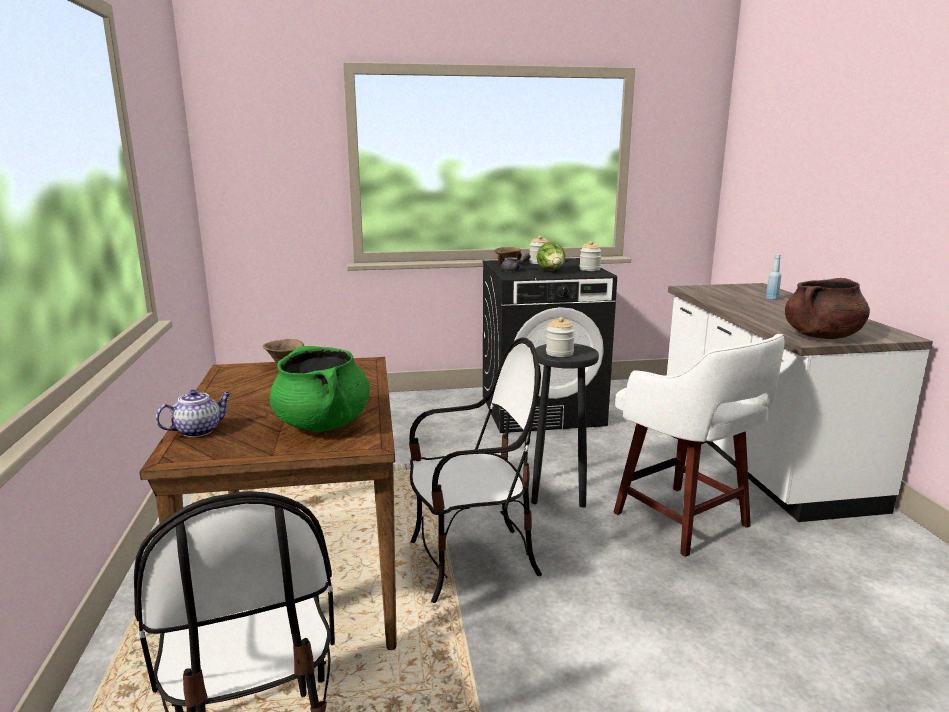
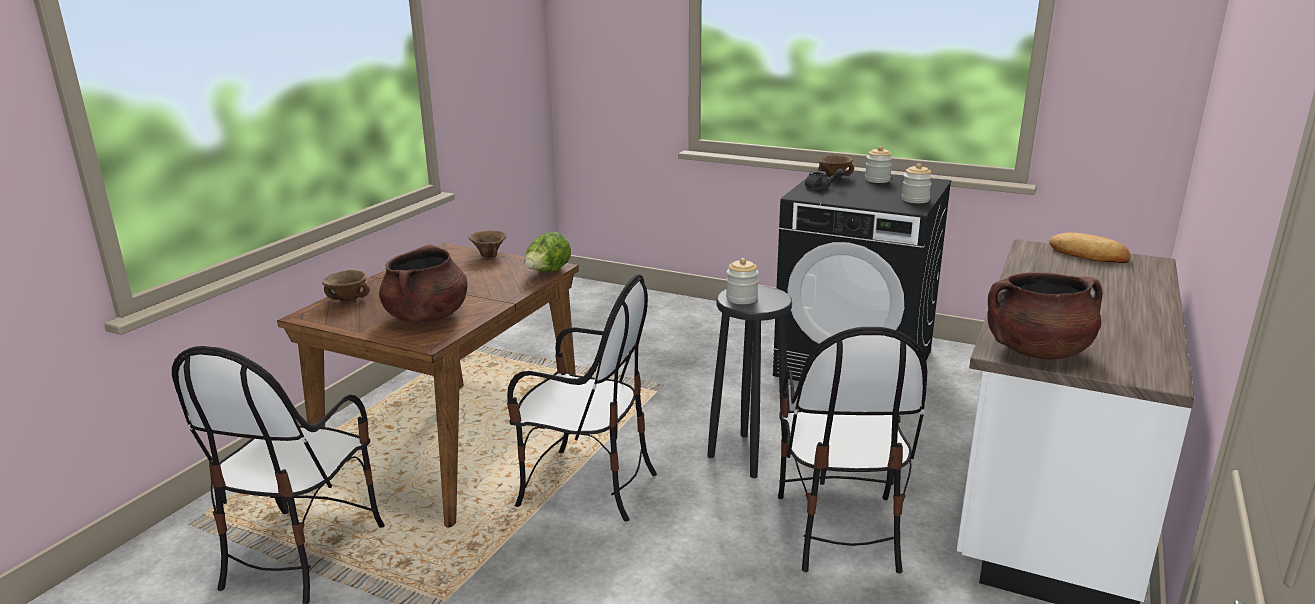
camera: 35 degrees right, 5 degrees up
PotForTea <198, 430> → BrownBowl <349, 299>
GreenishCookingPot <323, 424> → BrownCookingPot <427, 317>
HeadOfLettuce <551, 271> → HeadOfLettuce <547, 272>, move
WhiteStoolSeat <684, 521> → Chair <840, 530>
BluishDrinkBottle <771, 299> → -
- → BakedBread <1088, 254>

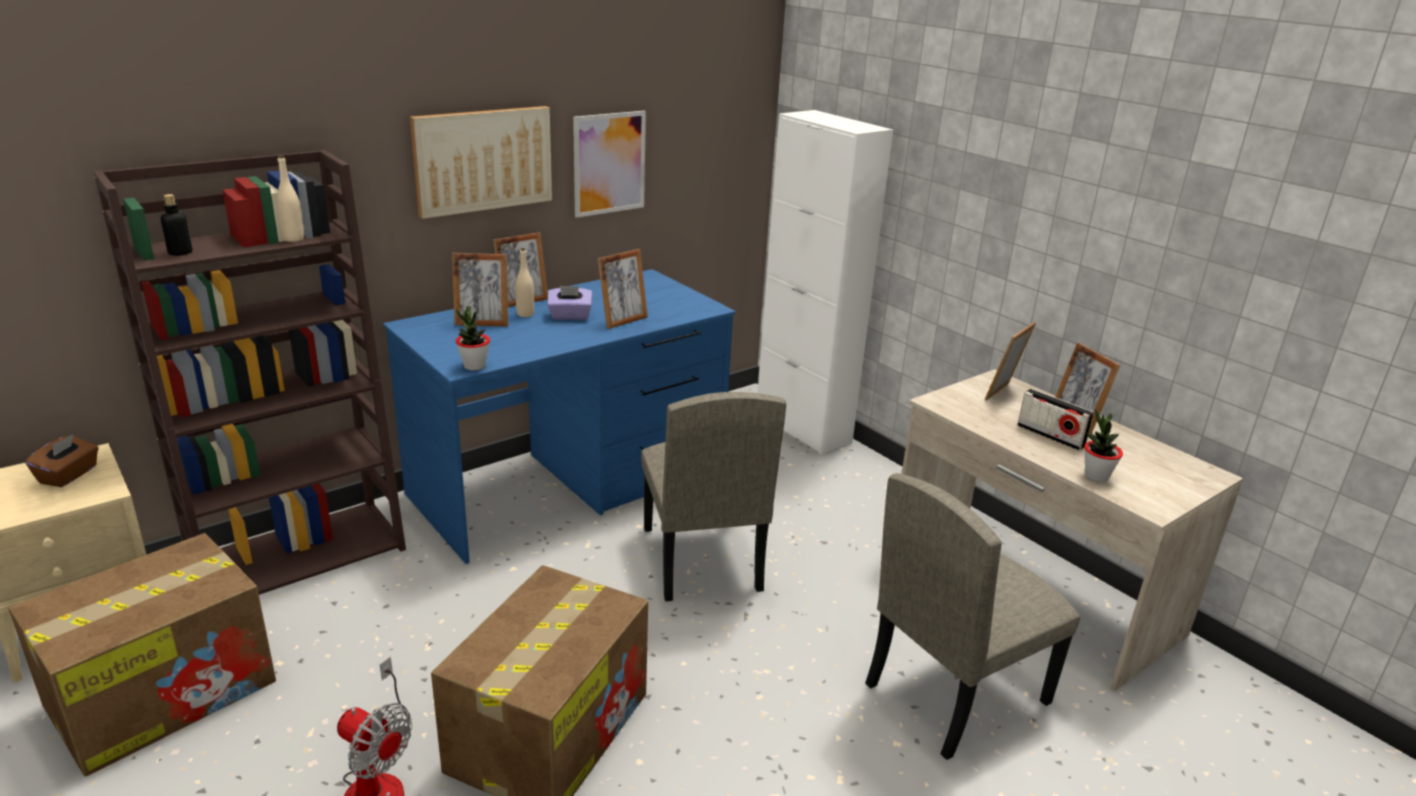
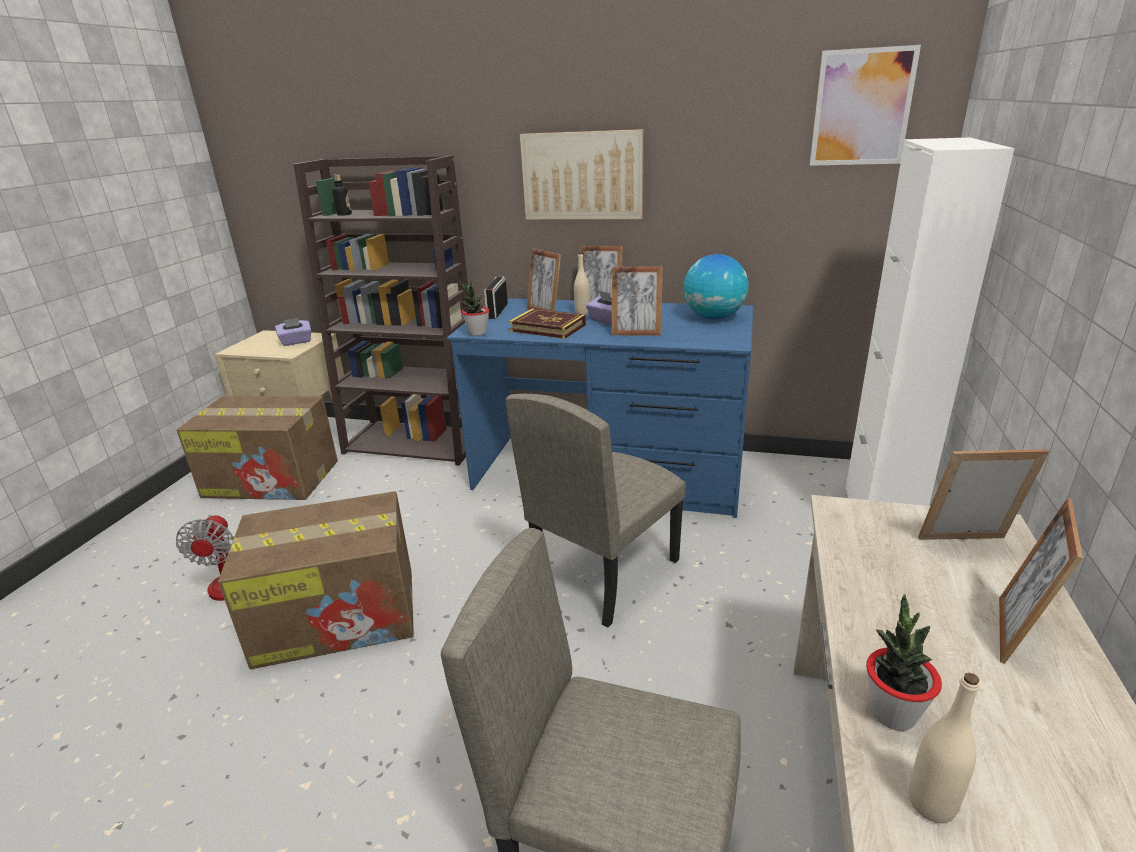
camera: 55 degrees right, 0 degrees up
BrownBoxOfTissues <69, 475> → PurpleBoxOfTissues <296, 342>
BeigeDrinkBottle <293, 239> → BeigeDrinkBottle <931, 804>, move
Picture <609, 163> → Picture <862, 108>, move
RadioSet <1050, 436> → RadioSet <497, 311>, move
- → Volume <547, 328>
- → WorldGlobe <713, 317>

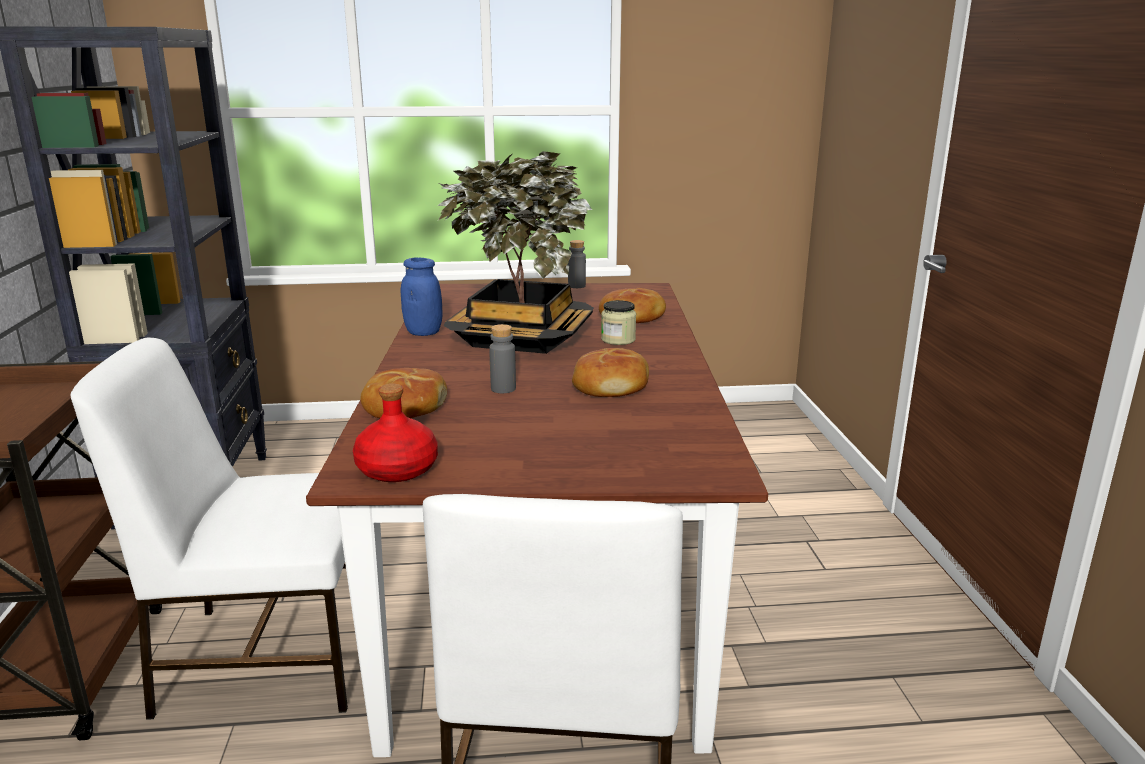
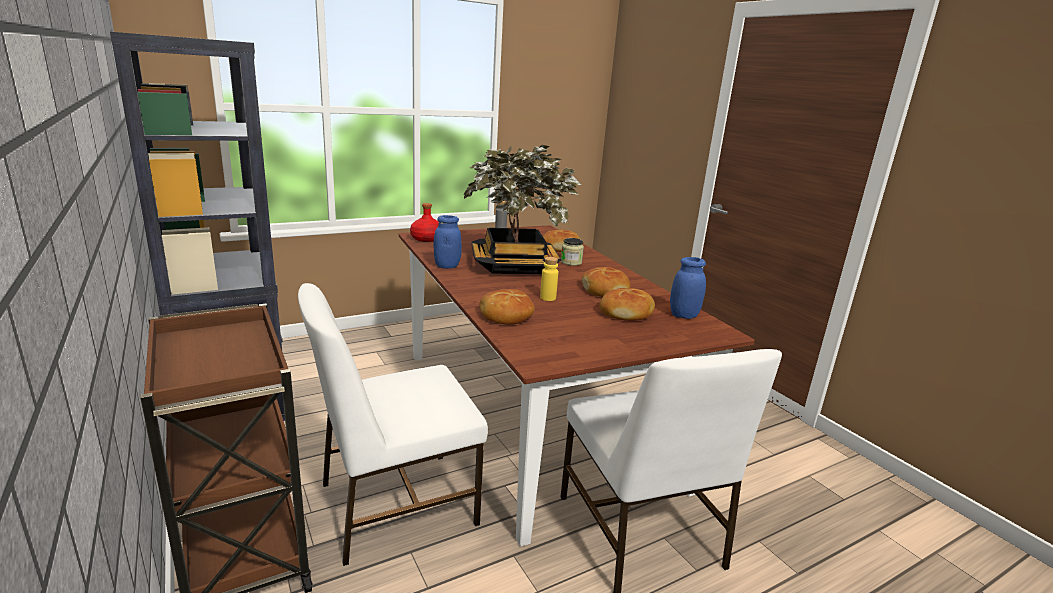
camera: 25 degrees left, 0 degrees up
RedDrinkBottle <397, 469> → RedDrinkBottle <426, 238>, move
GrayDrinkBottle <503, 389> → YellowColouredDrinkBottle <548, 298>
- → BakedBread <626, 313>
- → BluishStorageJar <683, 315>

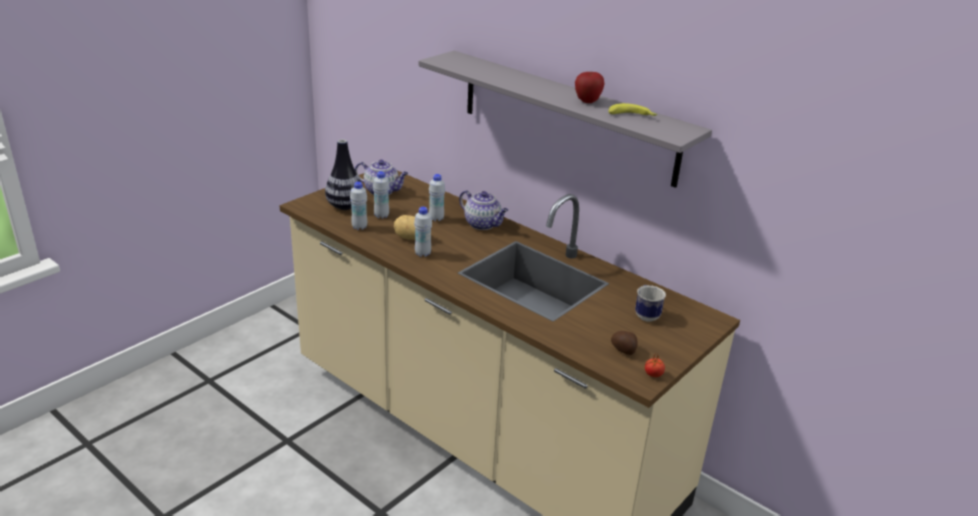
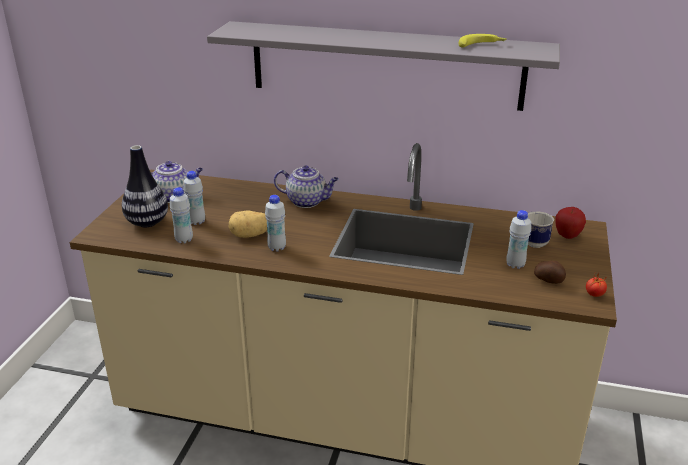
camera: 25 degrees left, 0 degrees up
WhiteDrinkBottle <436, 218> → WhiteDrinkBottle <515, 265>, move
AppleFruit <587, 101> → AppleFruit <567, 236>, move

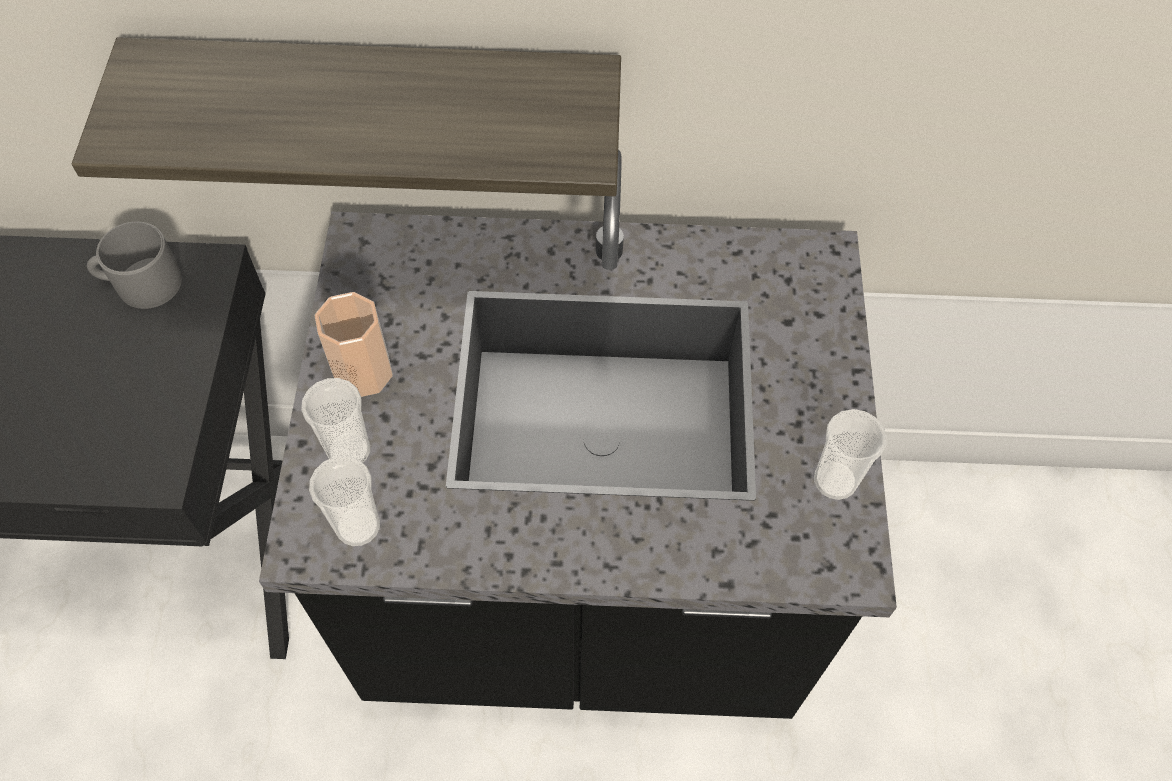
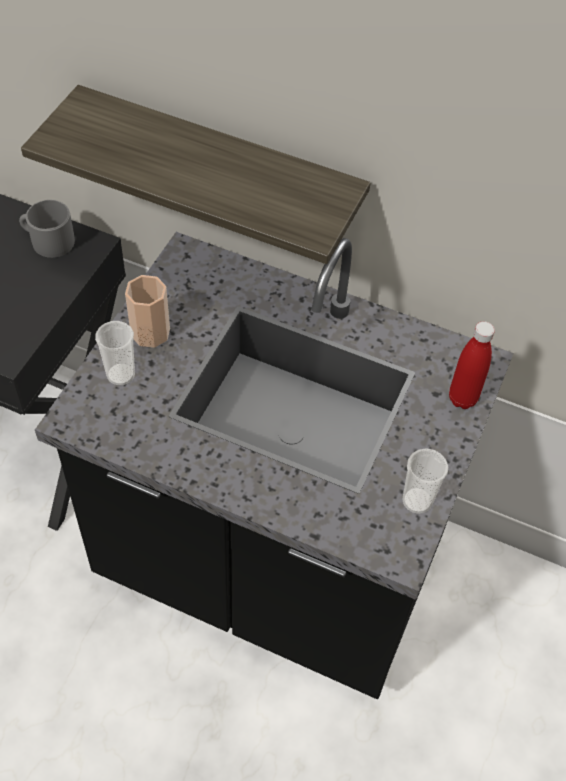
camera: 20 degrees right, 5 degrees down
DrinkingCup <358, 526> → -
- → RedDrinkBottle <462, 398>

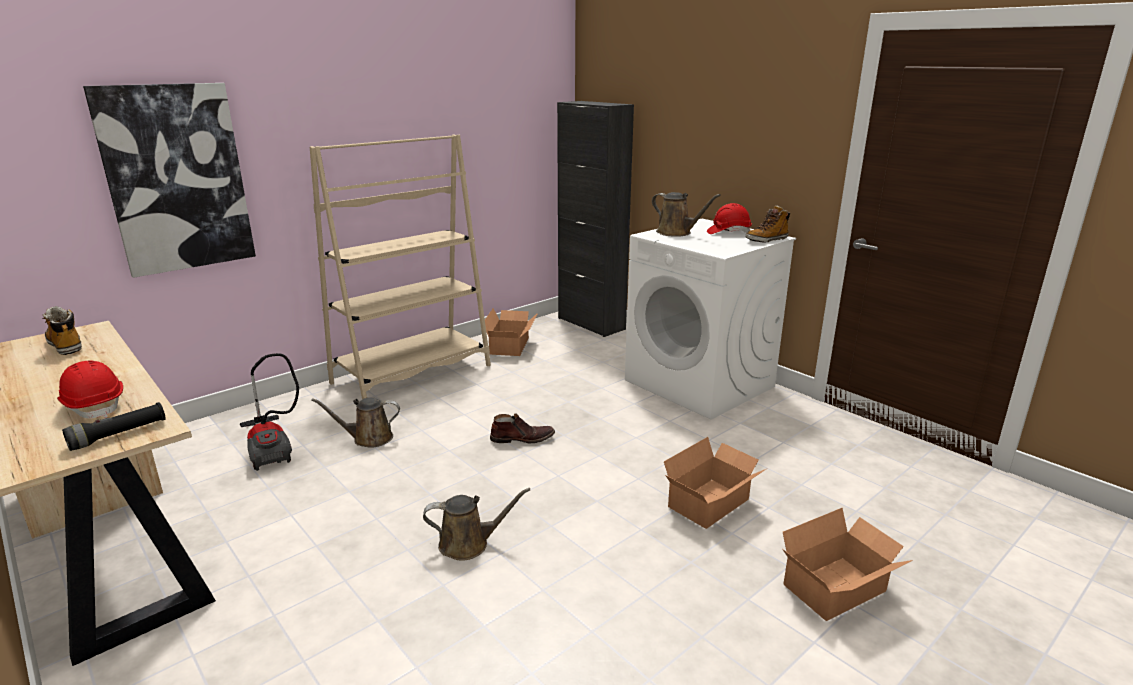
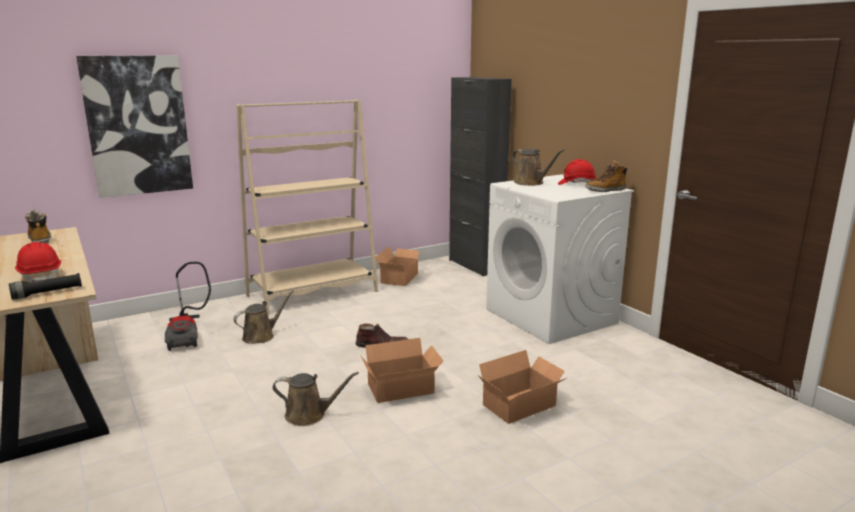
camera: 10 degrees right, 5 degrees down
BrownWateringCan <368, 438> → BrownWateringCan <261, 336>, 135 degrees clockwise
CardboardBox <839, 589> → CardboardBox <403, 389>, move

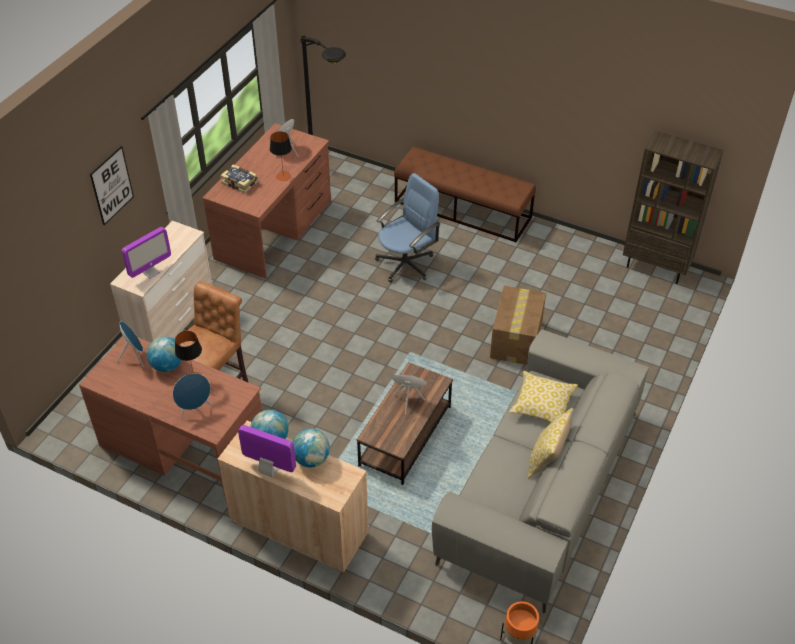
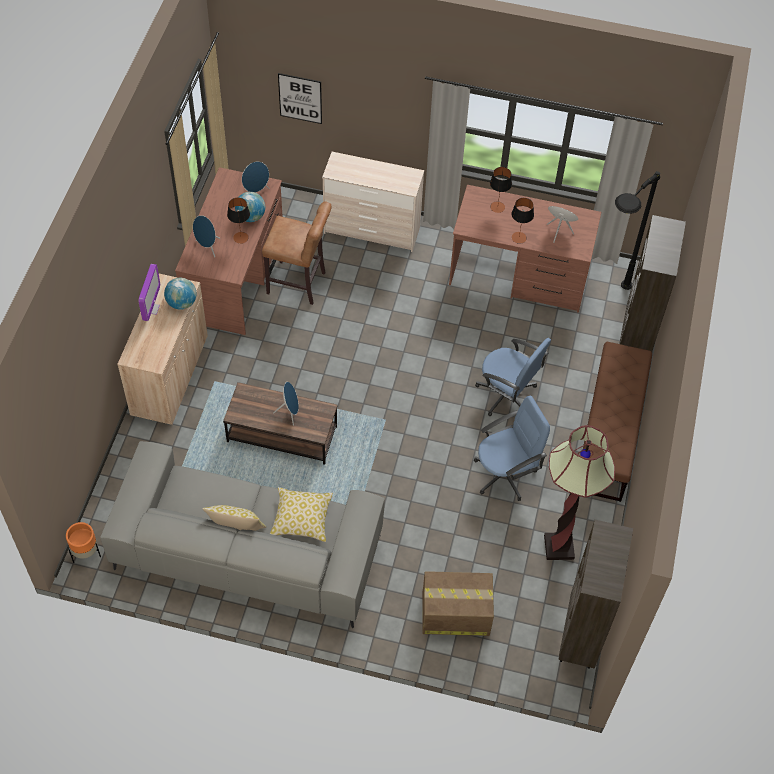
camera: 75 degrees right, 10 degrees up
Picture <112, 185> → Picture <300, 98>, move
ComputerDisplay <150, 272> → -
Volume <240, 183> → TabletopLamp <497, 207>
WorldGlobe <311, 459> → -
CardboardBox <516, 340> → CardboardBox <454, 613>, move
- → BluishComputerChair <505, 474>
- → FloorLamp <558, 547>
- → BrownBookshelf <635, 341>

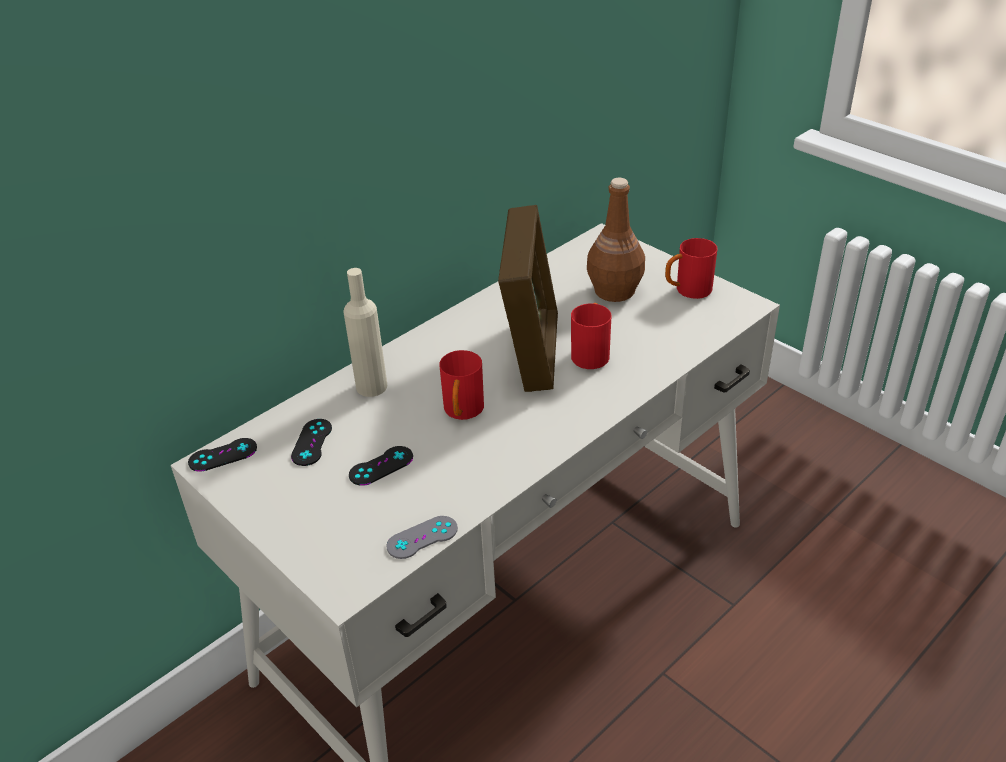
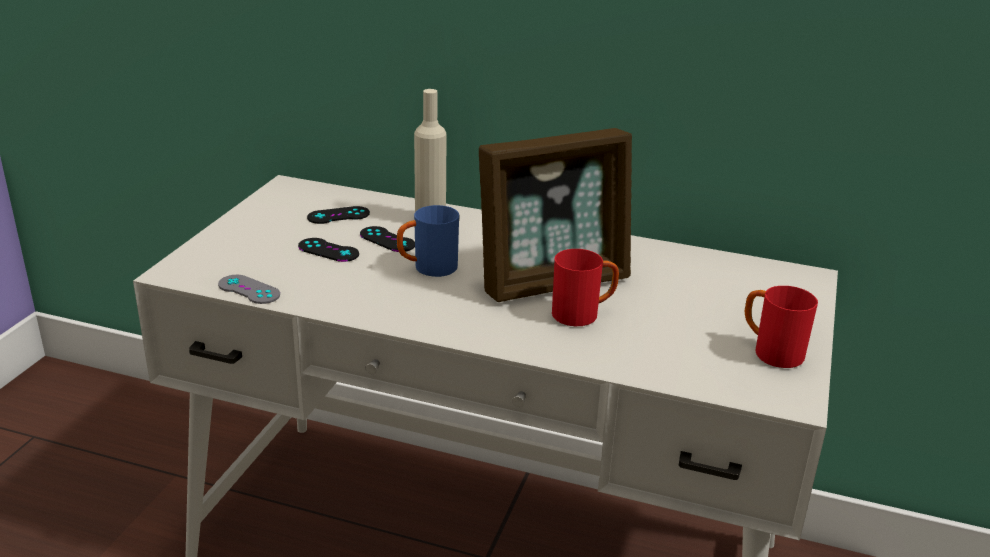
camera: 60 degrees right, 10 degrees down
BlackGameController <223, 455> → BlackGameController <387, 239>, move
RedMug <462, 413> → BluishMug <427, 269>
BrownDrinkBottle <614, 291> → -

